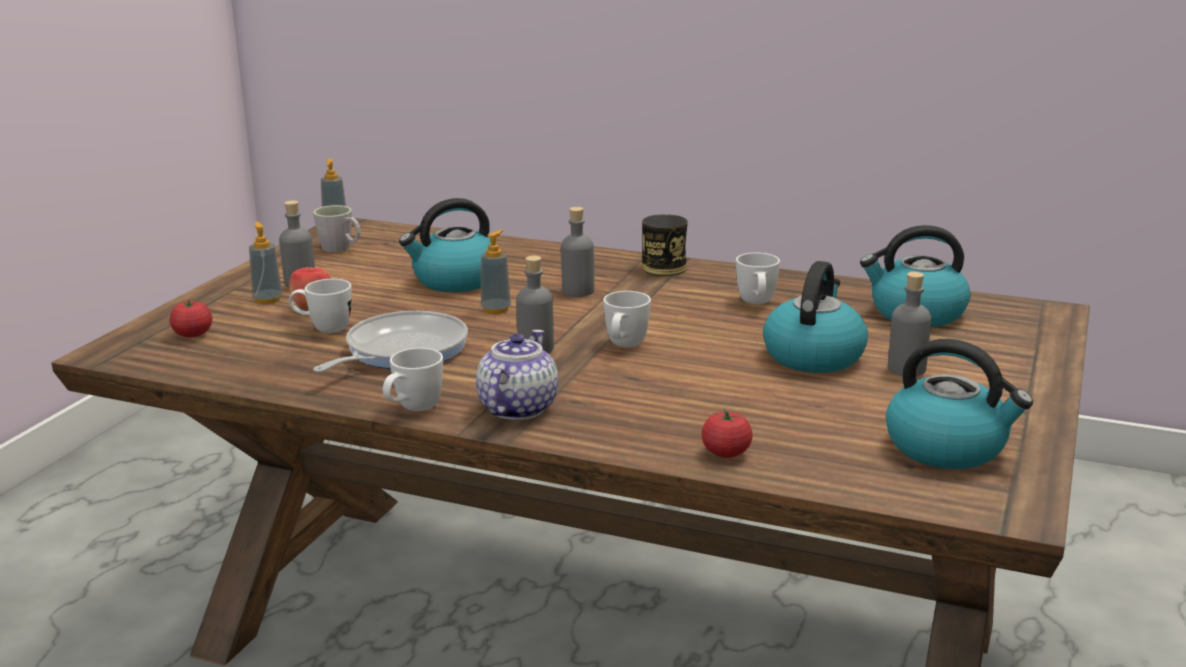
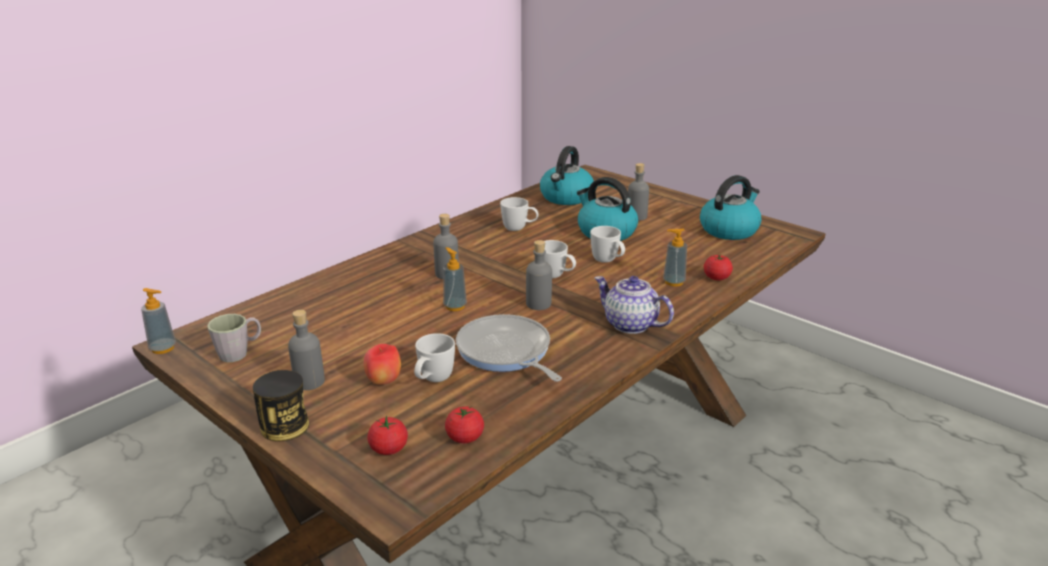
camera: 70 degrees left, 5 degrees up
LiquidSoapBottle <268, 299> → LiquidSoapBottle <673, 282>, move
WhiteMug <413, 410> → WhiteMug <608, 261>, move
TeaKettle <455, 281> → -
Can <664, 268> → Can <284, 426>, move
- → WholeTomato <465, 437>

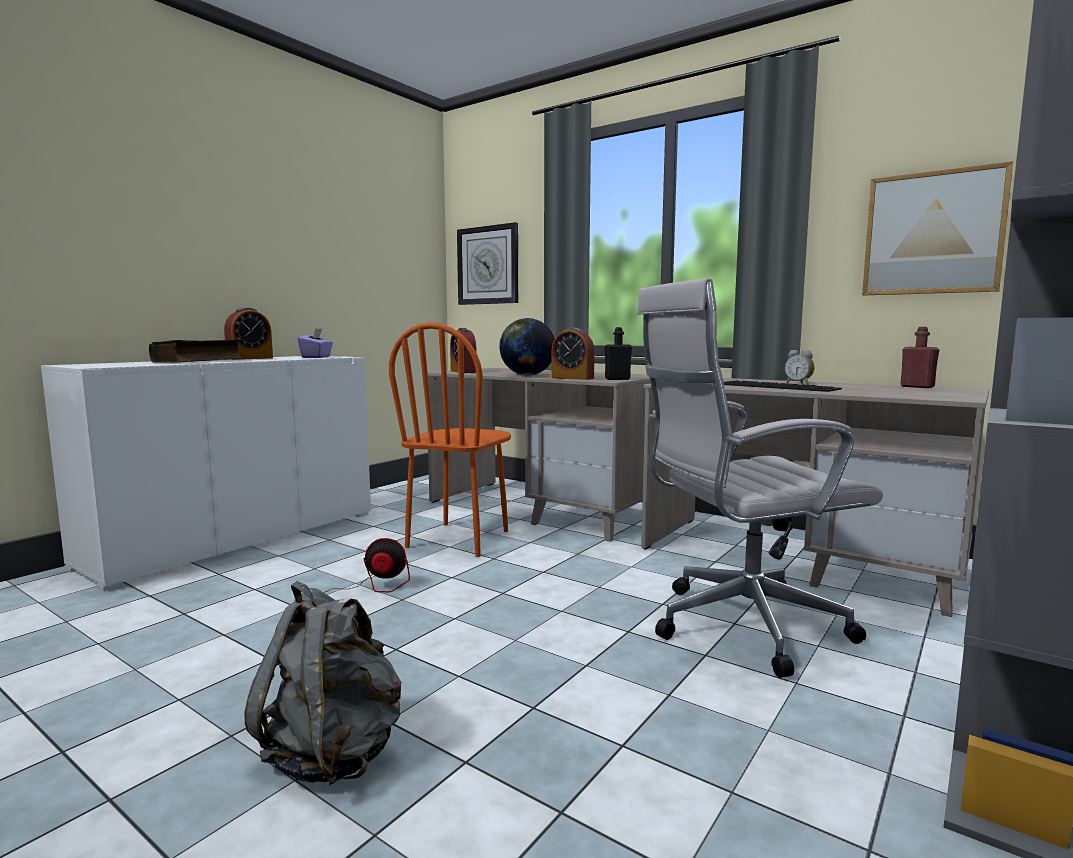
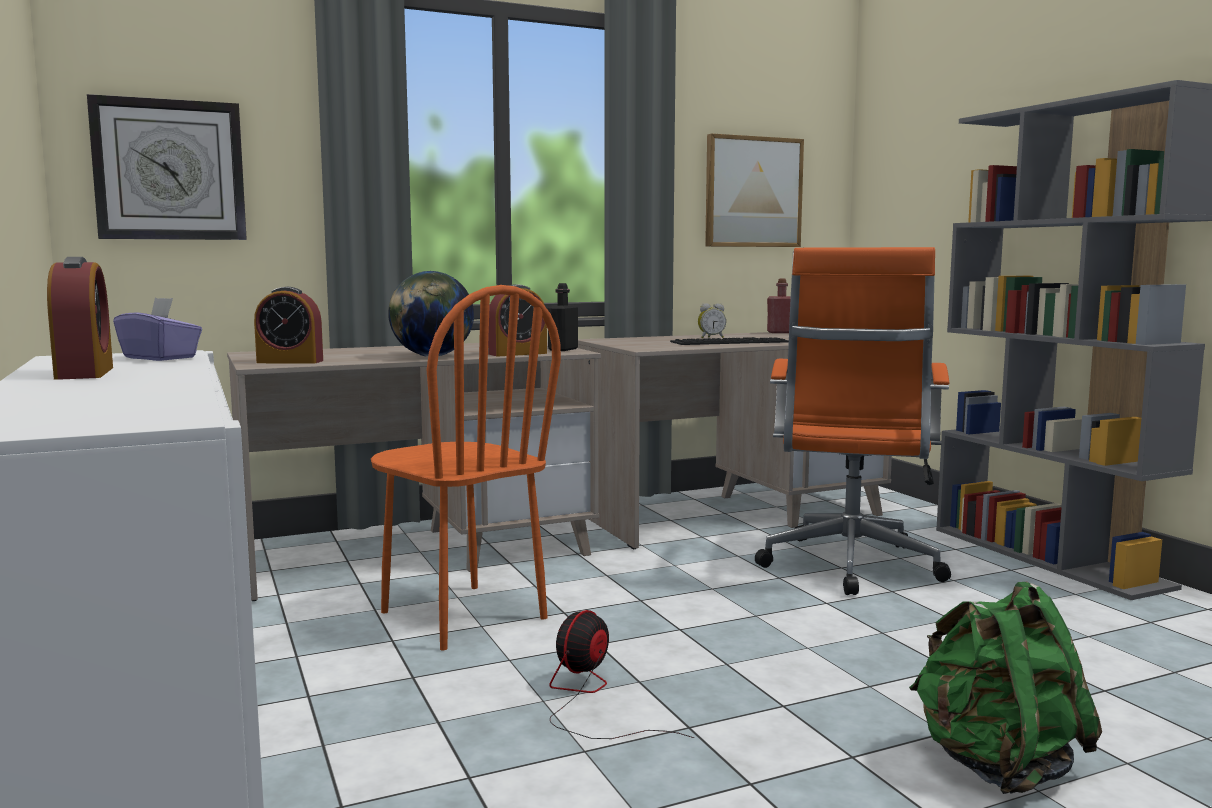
camera: 60 degrees left, 0 degrees up
Volume <199, 361> → -
GrayKnapsack <334, 753> → GreenishKnapsack <996, 765>
WhiteComputerChair <739, 626> → OrangeComputerChair <850, 568>

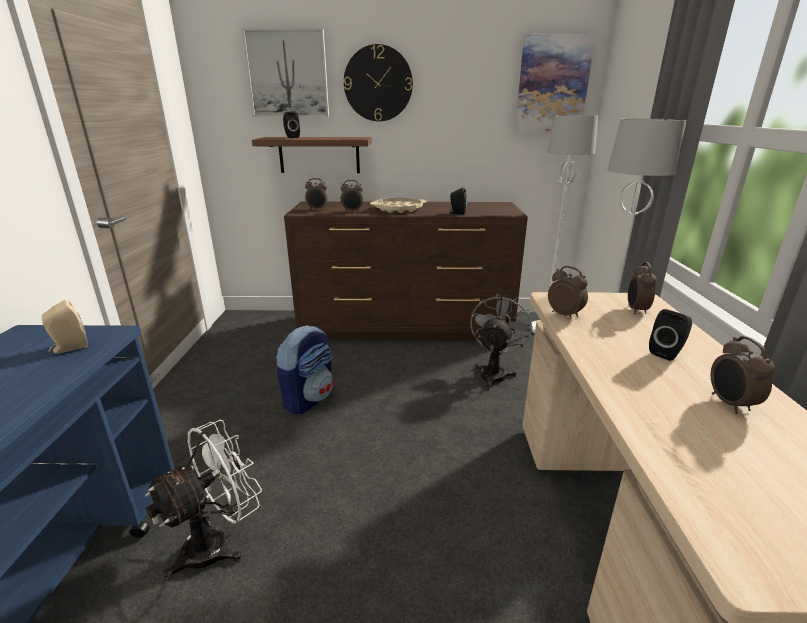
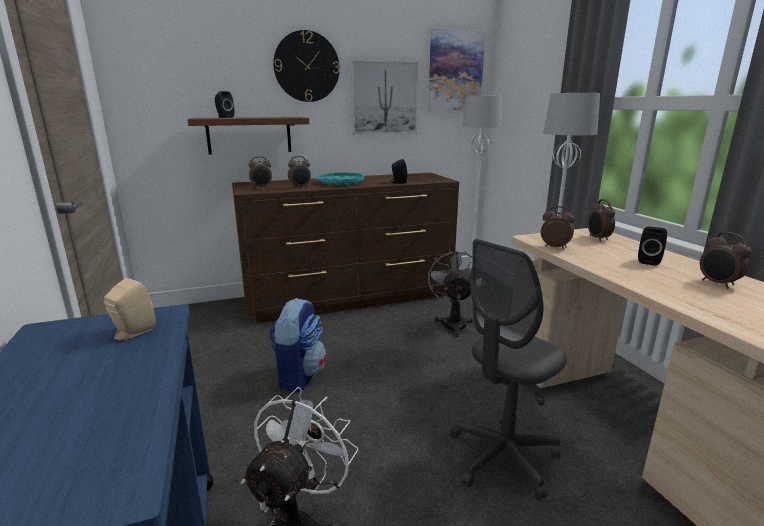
camera: 20 degrees left, 5 degrees down
Picture <288, 74> → Picture <384, 98>, move
BeigeServingTray <398, 209> → BlueGreenServingTray <341, 183>
- → GrayComputerChair <503, 457>

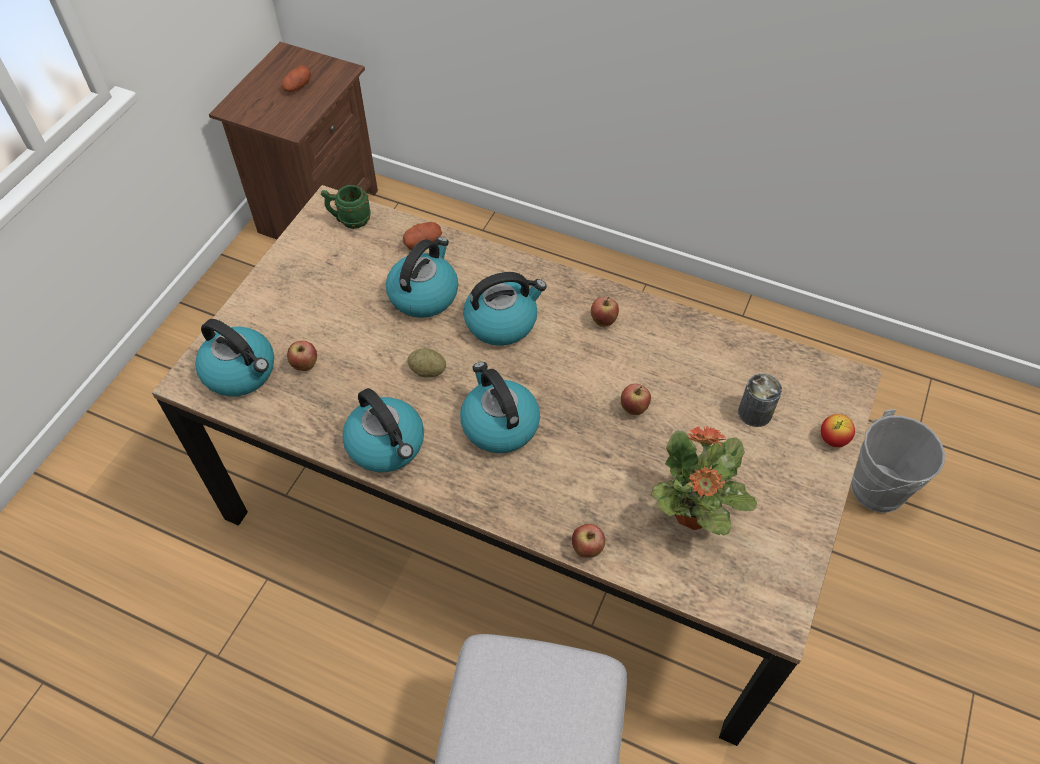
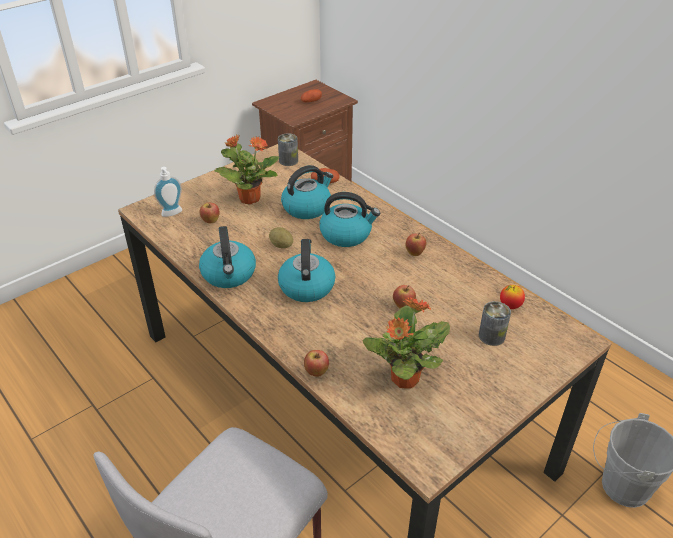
camera: 25 degrees right, 15 degrees down
TeaKettle <241, 372> → LiquidSoapBottle <173, 214>
GreenishMug <349, 220> → Can <288, 161>
AppleFruit <832, 439> → AppleFruit <510, 306>, move
- → PottedPlant <249, 198>

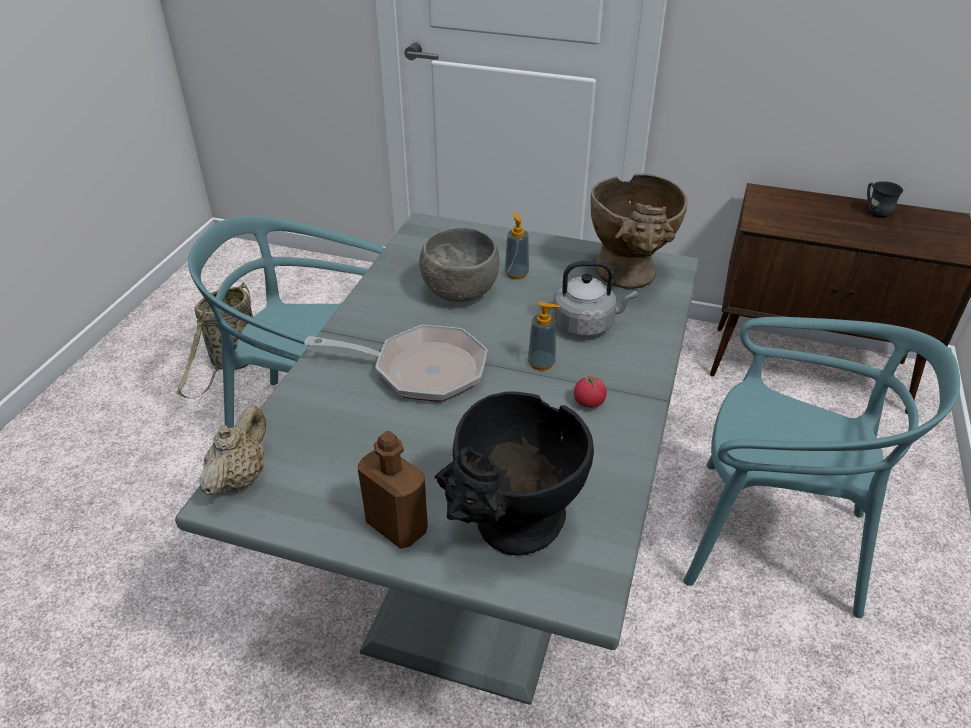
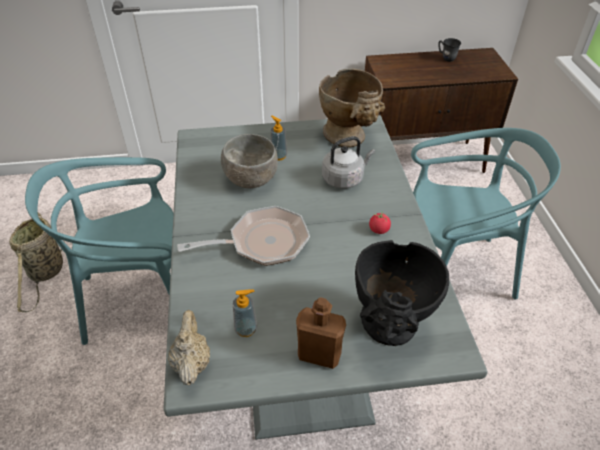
camera: 25 degrees left, 5 degrees up
LiquidSoapBottle <541, 363> → LiquidSoapBottle <246, 329>, move

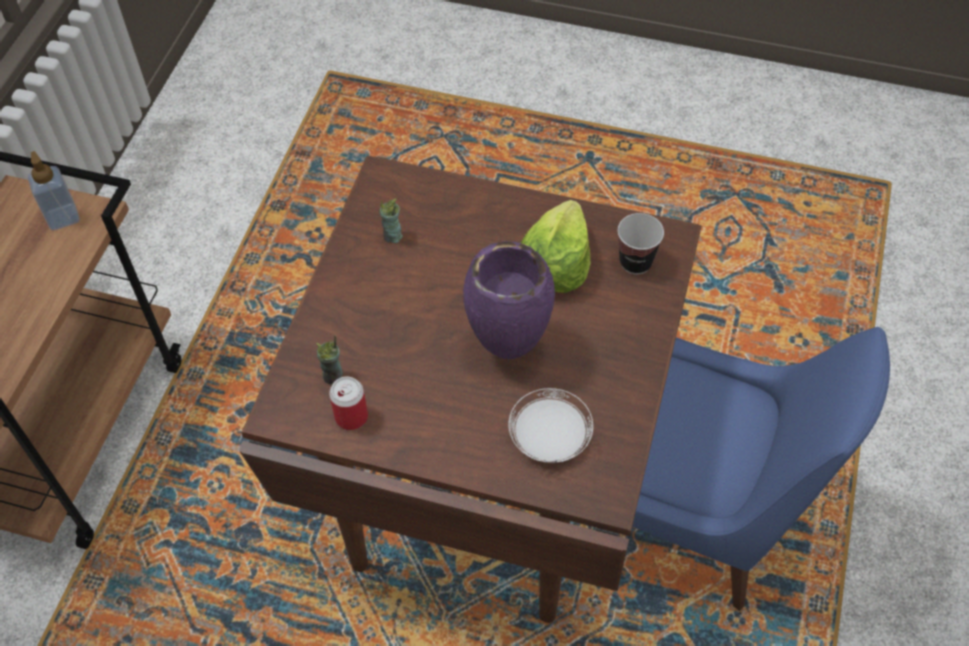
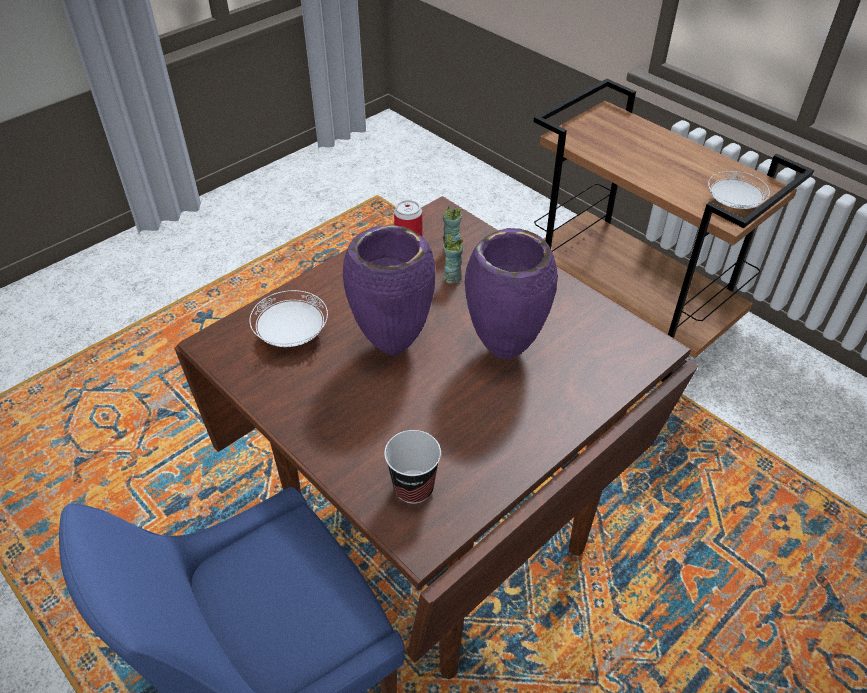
camera: 120 degrees right, 10 degrees down
LiquidSoapBottle <63, 217> → WhiteDinnerPlate <733, 203>
DrinkingCup <392, 236> → DrinkingCup <452, 277>, move
HeadOfLettuce <555, 265> → -
- → PurpleVase <502, 352>

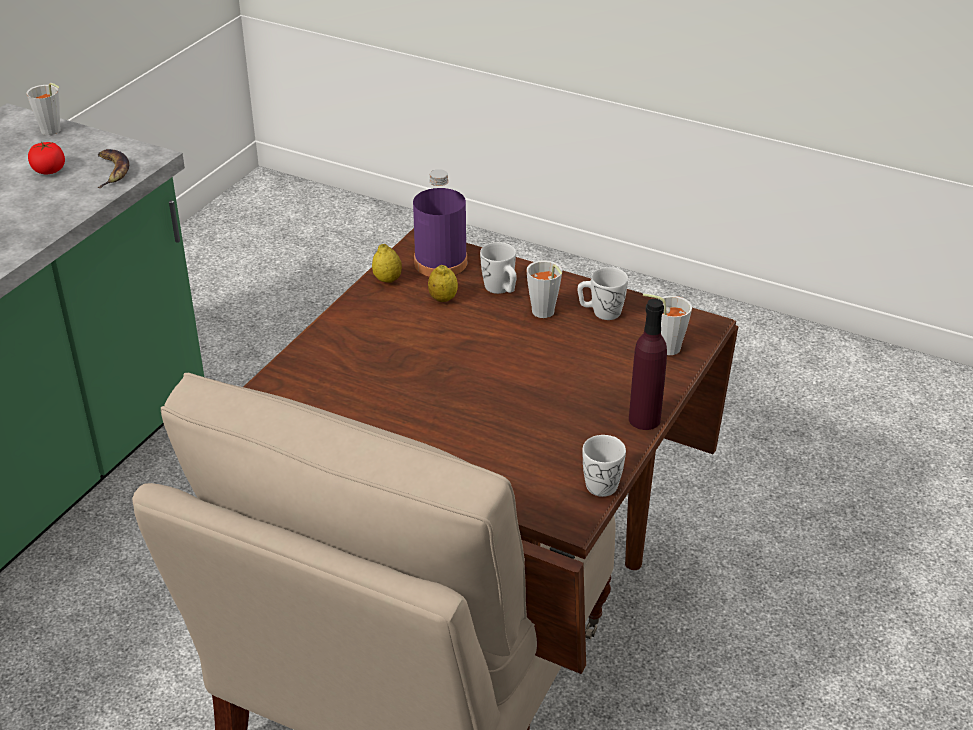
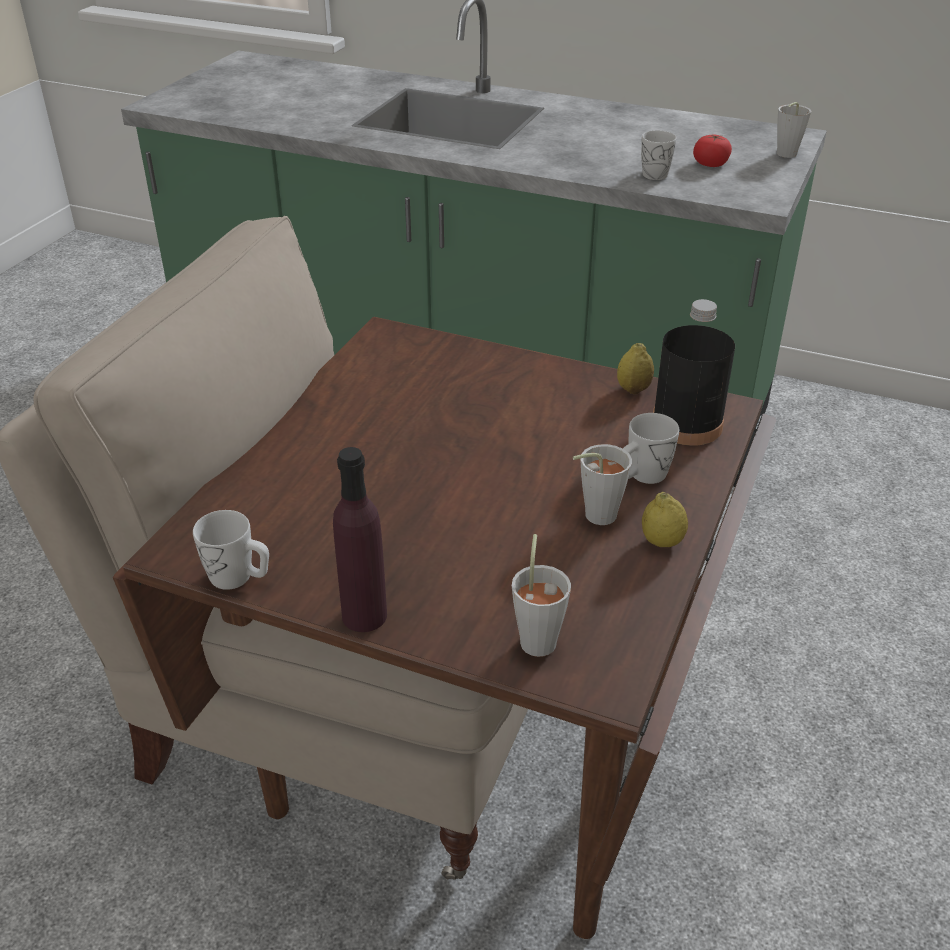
camera: 85 degrees right, 0 degrees up
WholeBanana <112, 171> → -
PurpleDrinkBottle <440, 263> → BlackDrinkBottle <686, 424>
WholeLemon <443, 299> → WholeLemon <662, 542>, move
WhiteMug <600, 312> → WhiteMug <654, 173>, move

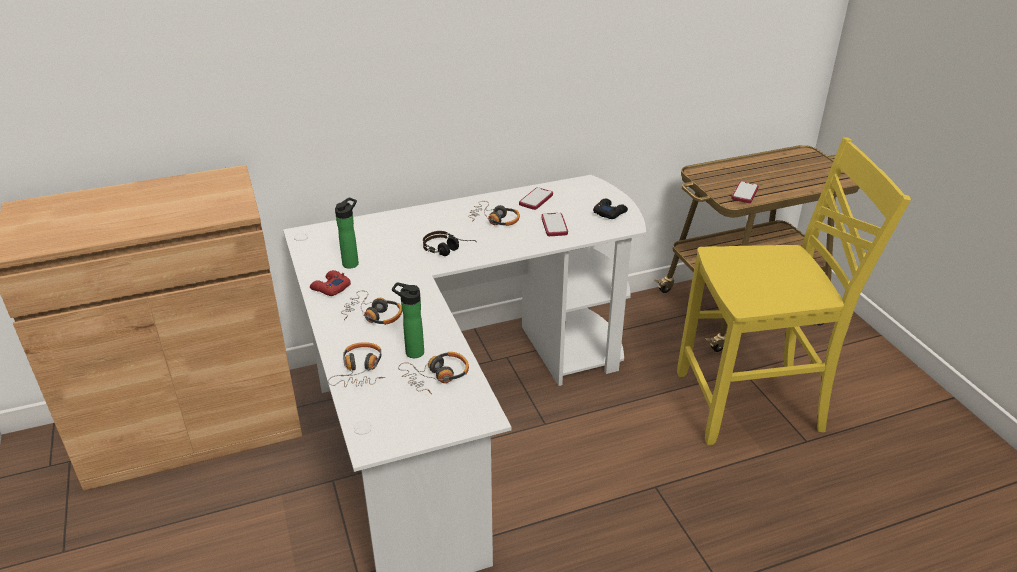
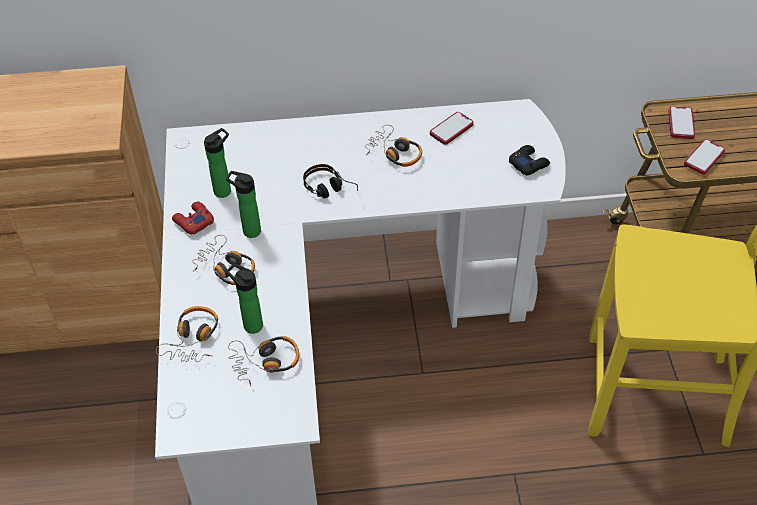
camera: 15 degrees right, 15 degrees up
Telephone <554, 225> → Telephone <681, 124>, move
- → DrinkBottle <249, 230>

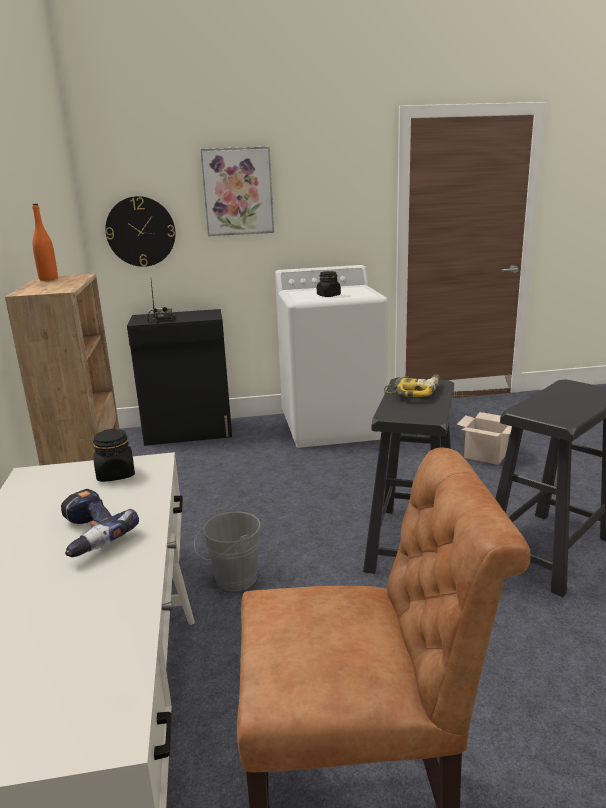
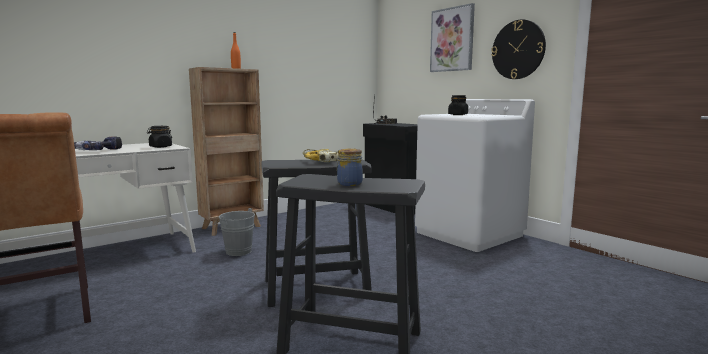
camera: 60 degrees right, 10 degrees down
HangingClock <141, 231> → HangingClock <518, 49>, move
CardboardBox <486, 455> → -
- → StorageJar <348, 184>

